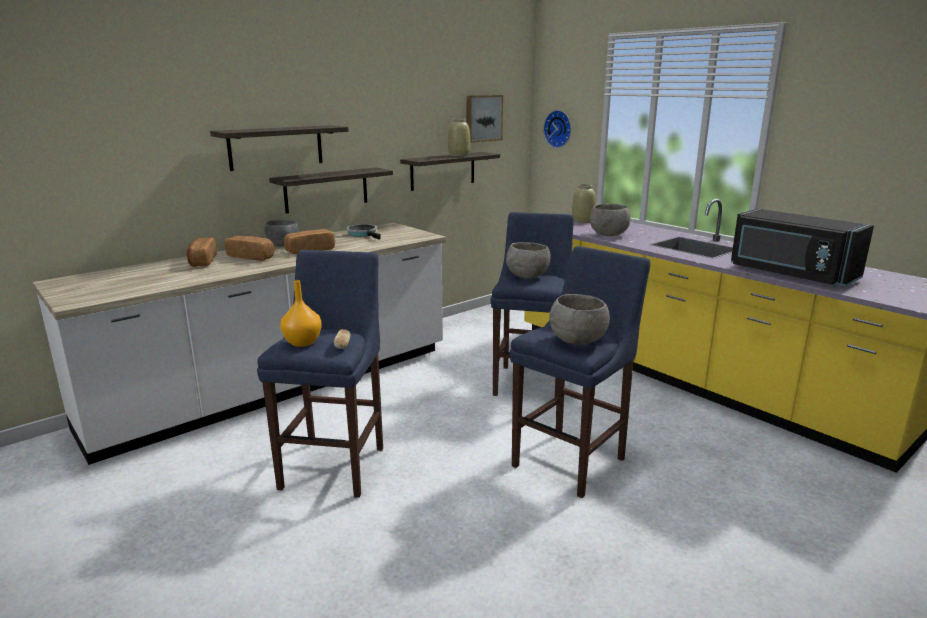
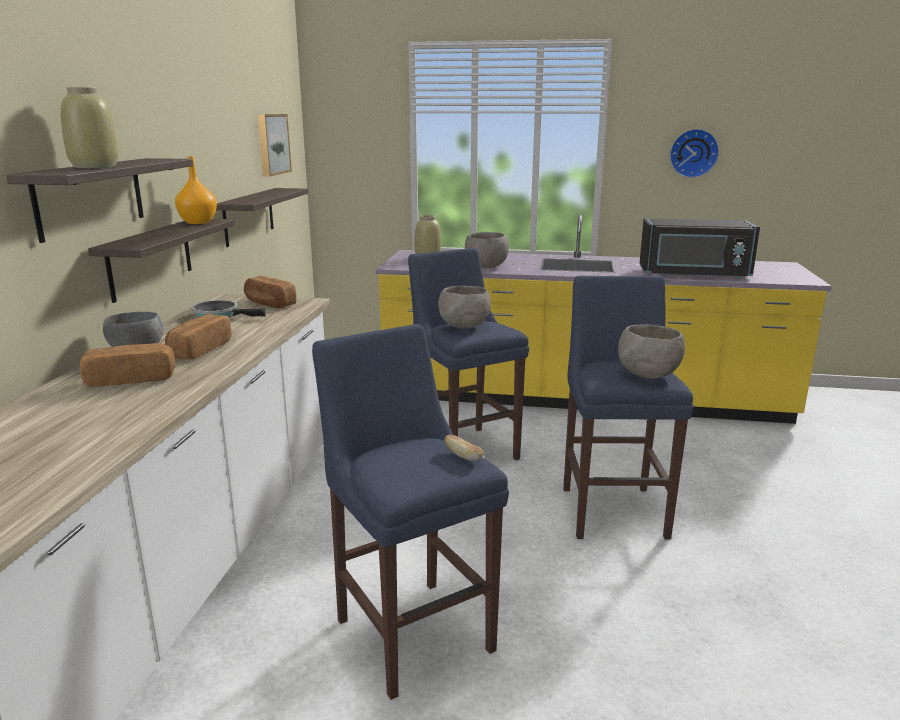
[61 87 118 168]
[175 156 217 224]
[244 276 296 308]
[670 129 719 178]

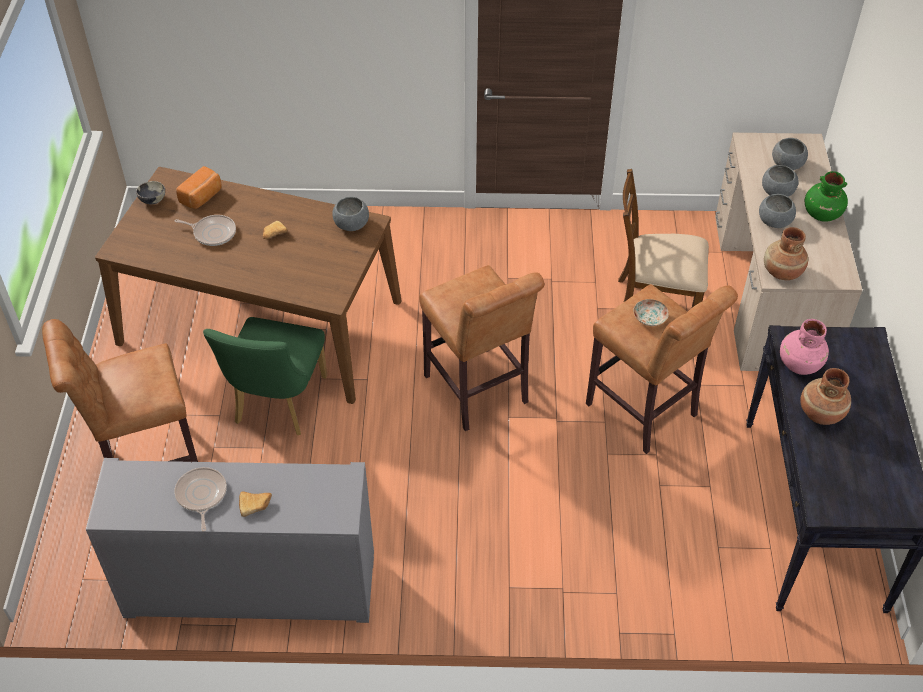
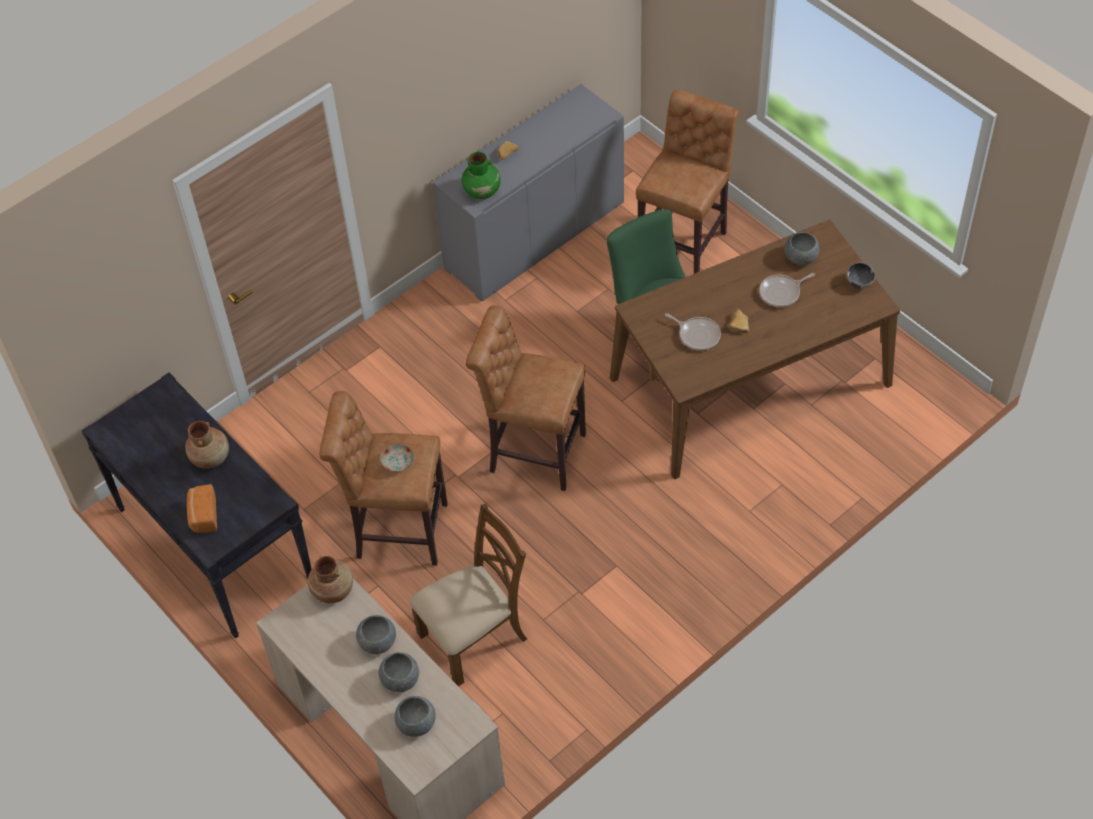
[187 484 217 533]
[462 152 501 199]
[665 313 721 351]
[785 232 820 265]
[780 319 829 375] (first image)

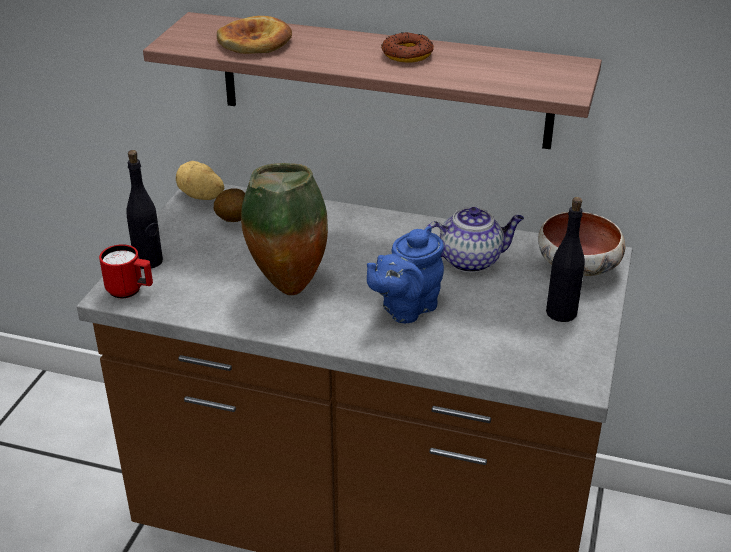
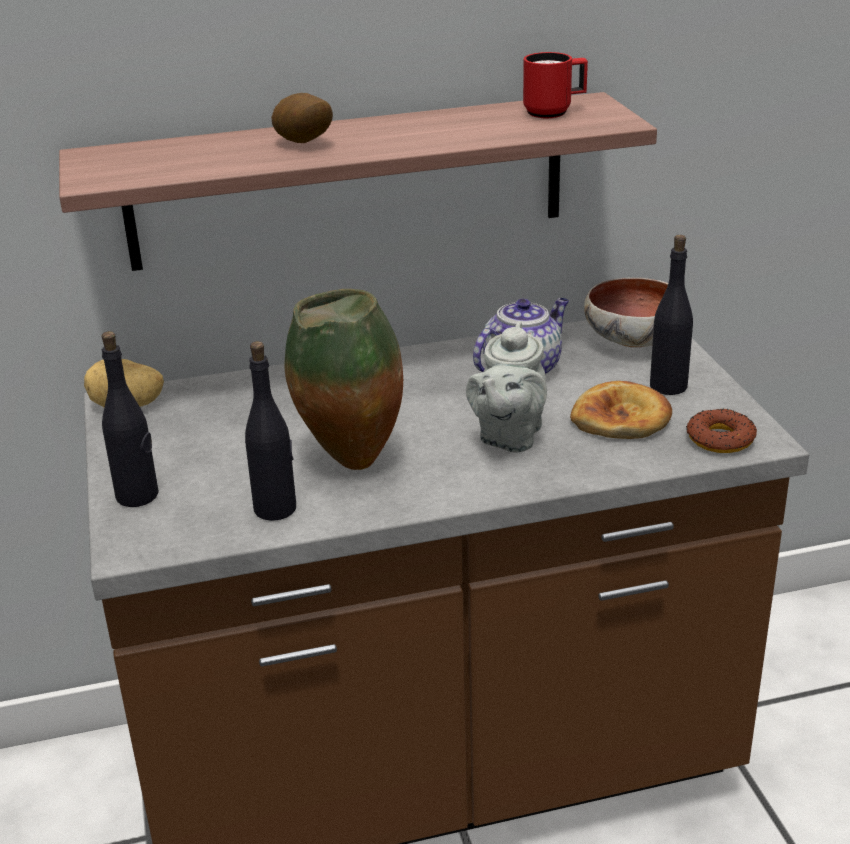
[245 341 296 521]
[271 93 333 143]
[466 321 547 453]
[523 52 588 118]
[570 381 672 439]
[686 409 757 453]

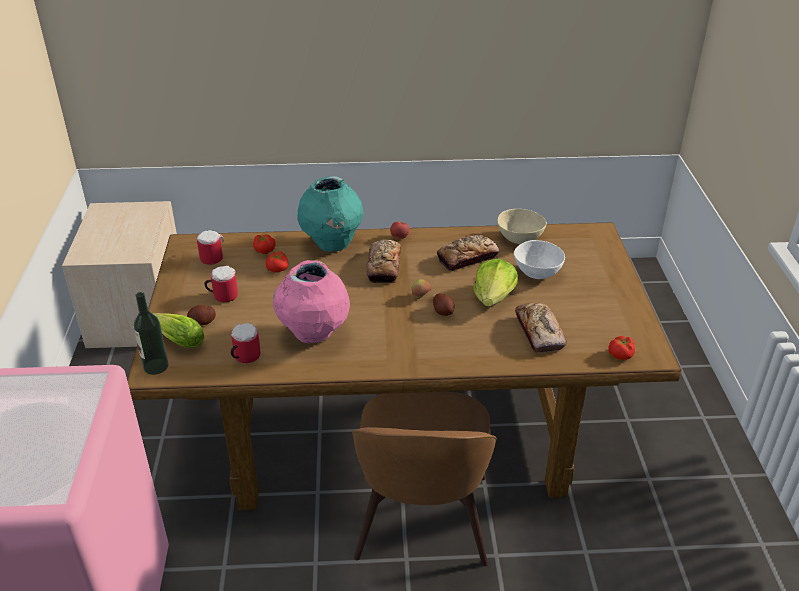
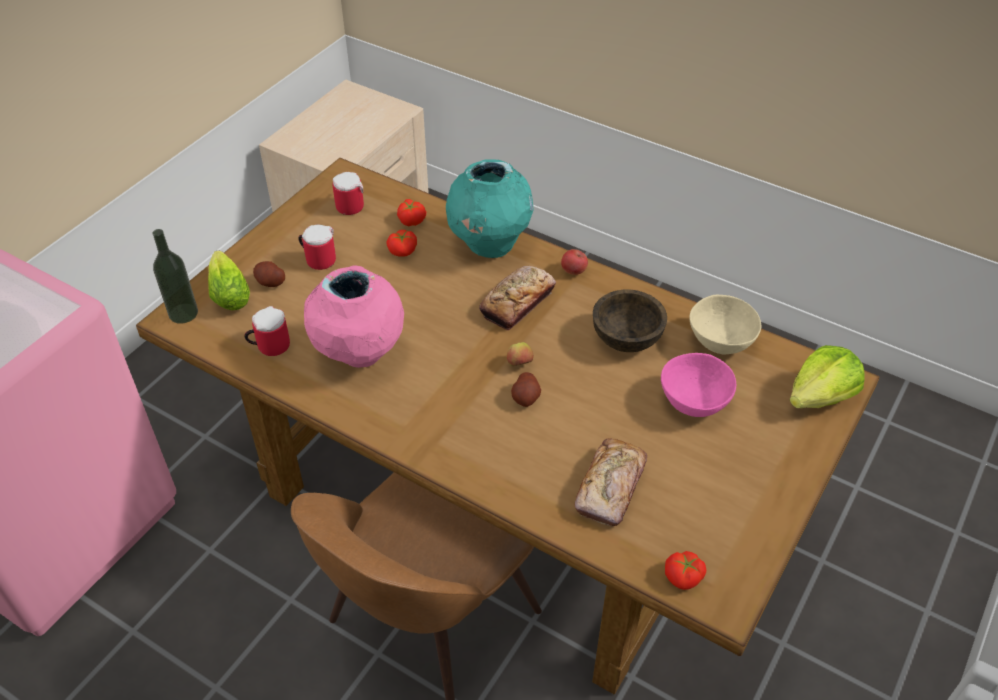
[593 290 667 352]
[661 353 736 417]
[789 345 865 408]

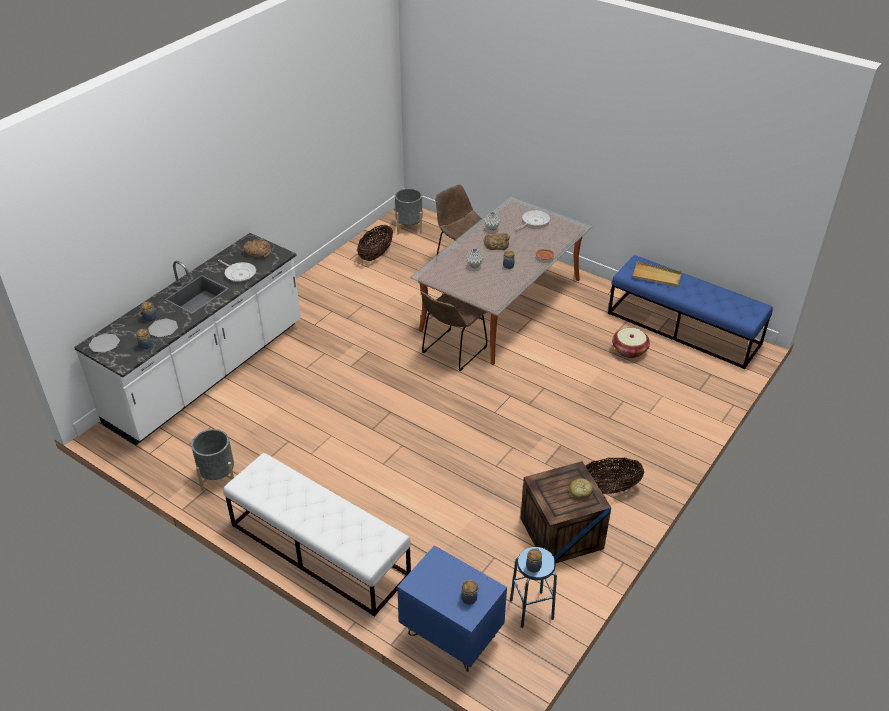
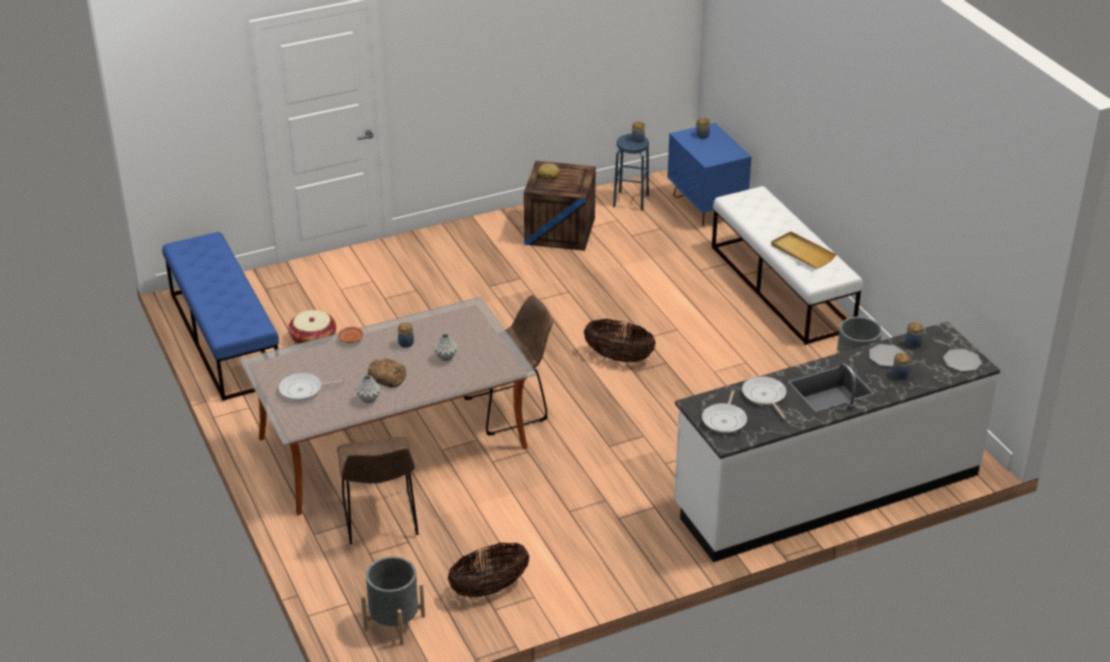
[584 319 656 362]
[702 389 747 433]
[771 231 836 268]

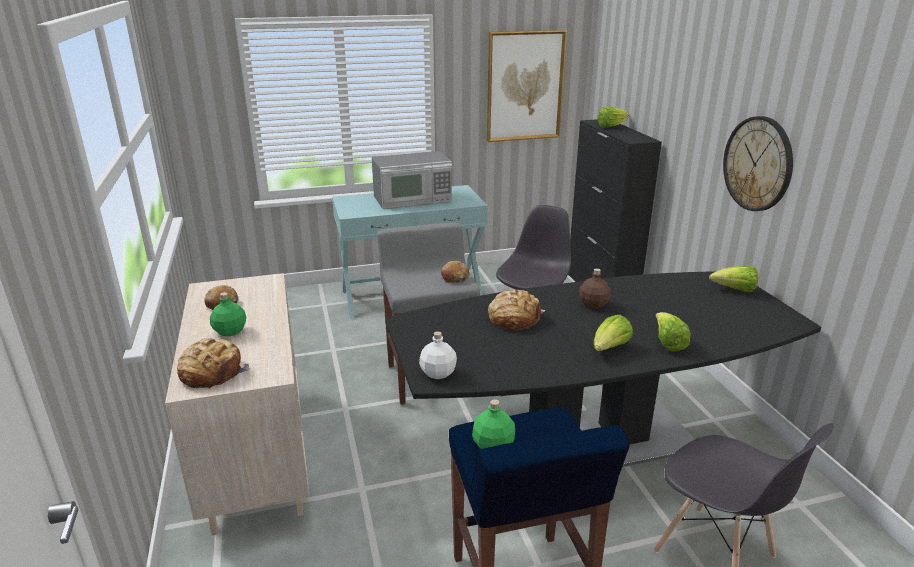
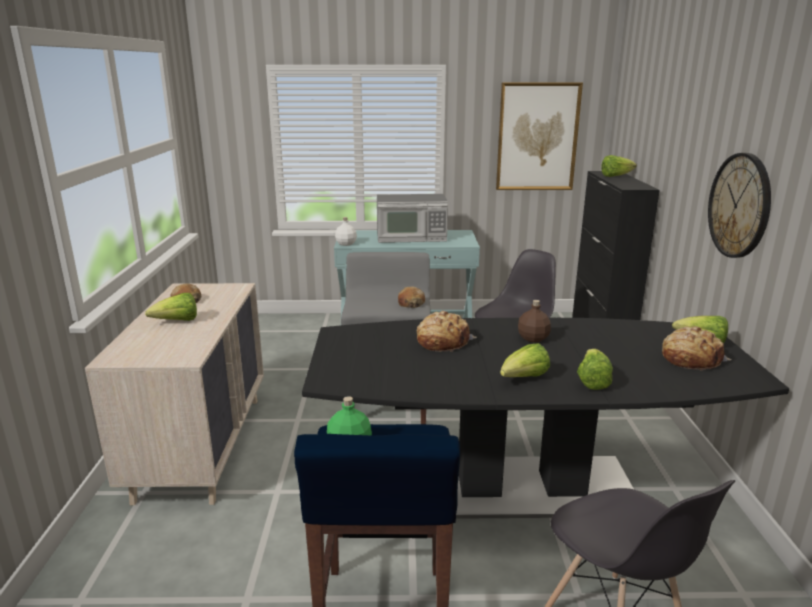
[145 293 197 321]
[335 217 357 246]
[662 326 732 371]

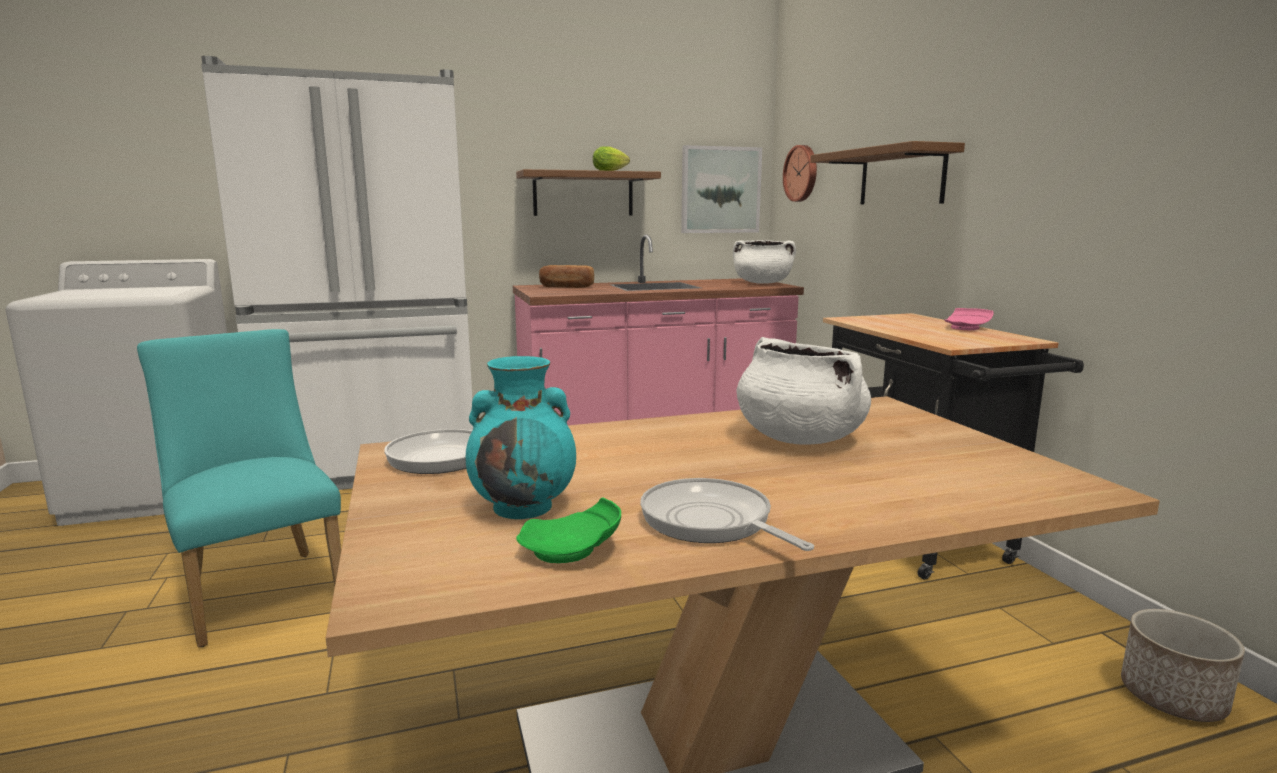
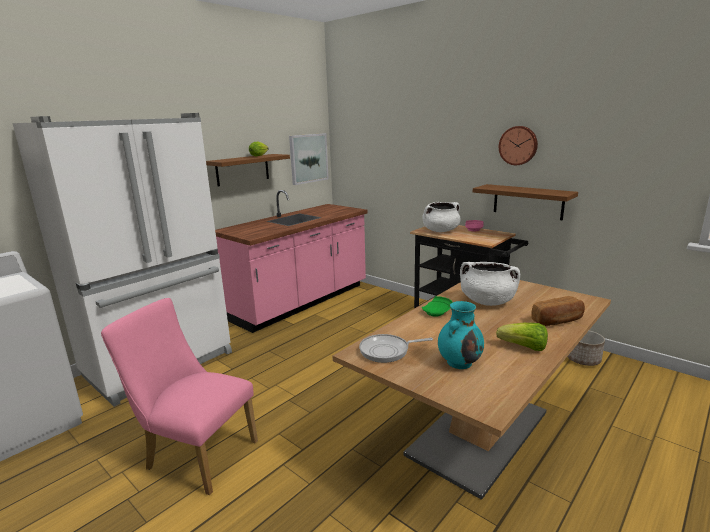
[101 298 258 495]
[422 202 460 232]
[422 296 453 317]
[473 184 578 220]
[496 323 548 351]
[499 126 538 165]
[531 296 585 326]

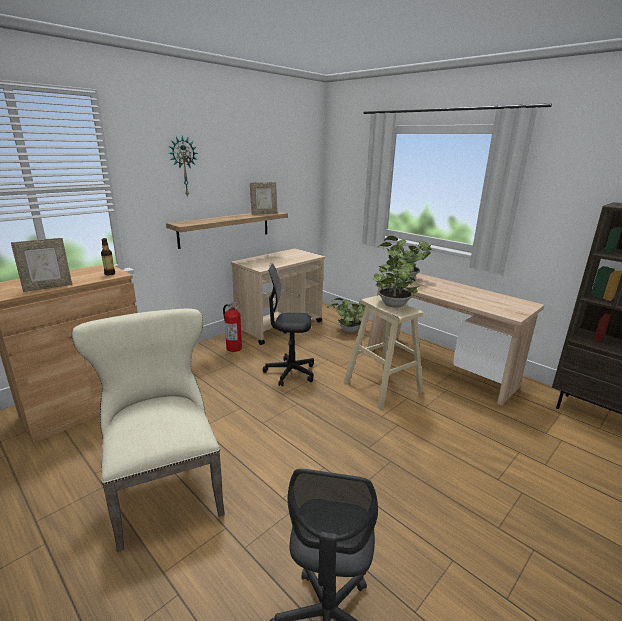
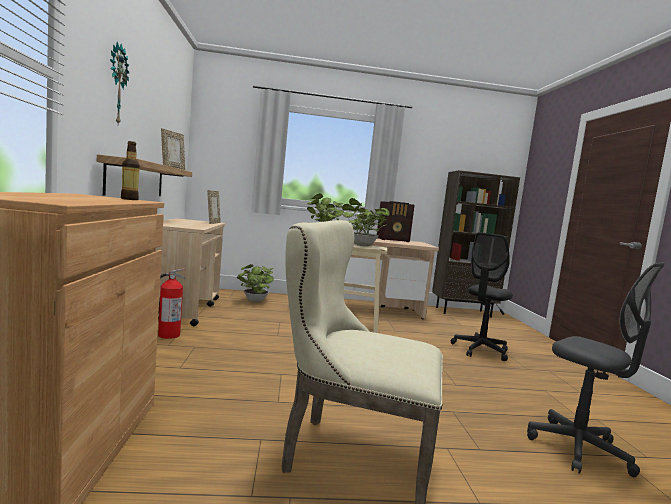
[207 190 221 224]
[377 201 415 242]
[451 232 513 361]

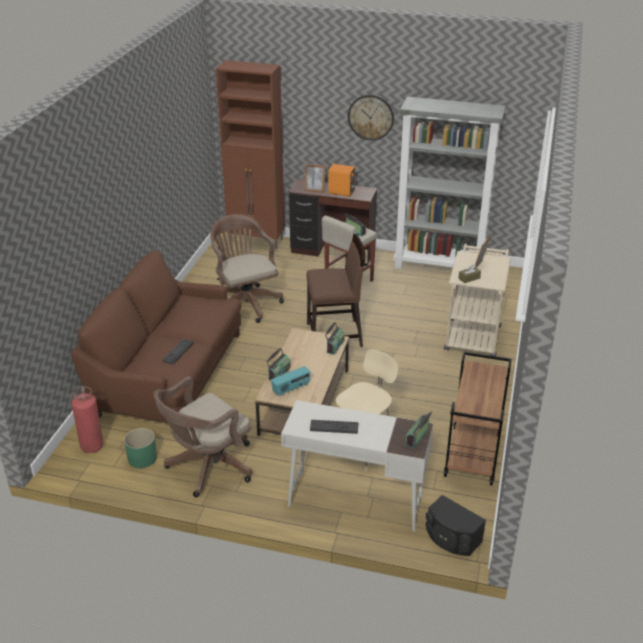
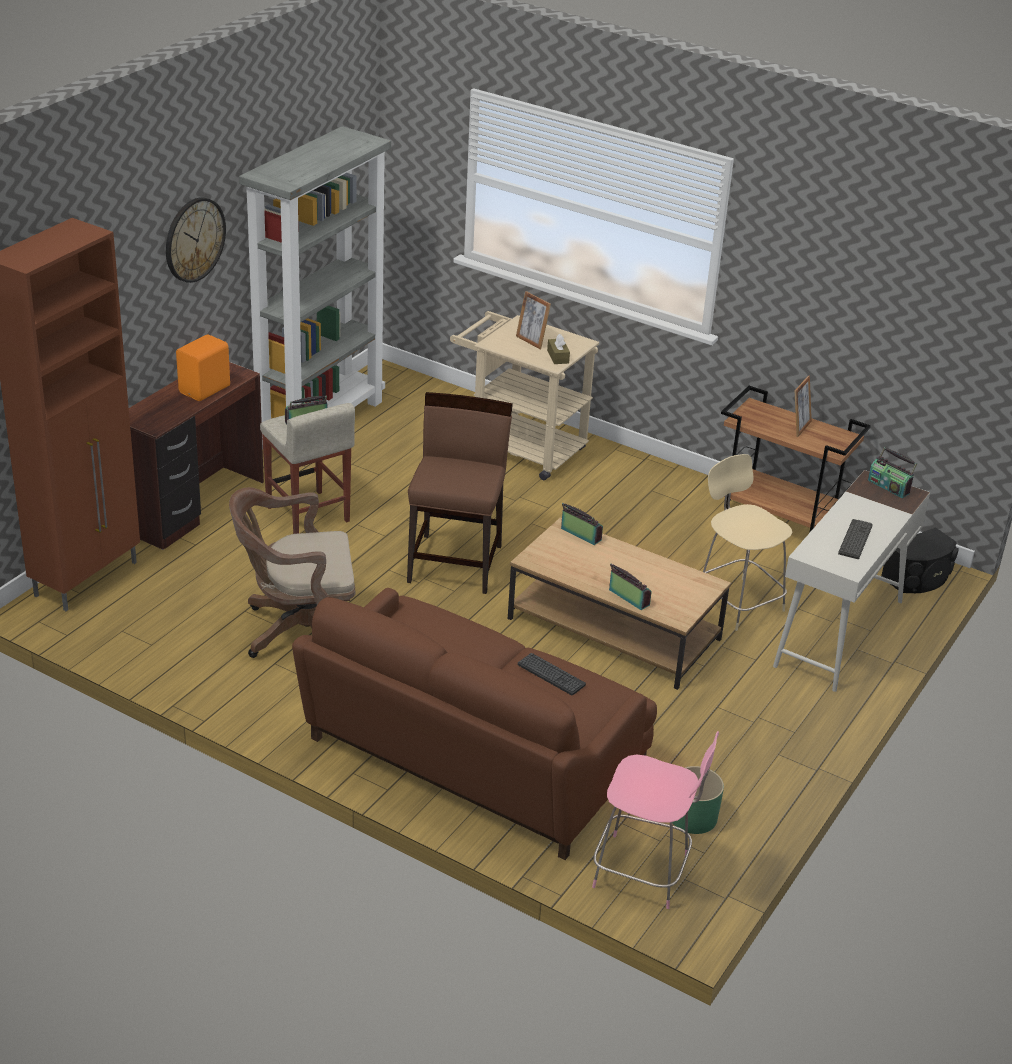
[592 731 719 909]
[795 375 812 437]
[154 376 252 497] (first image)
[271 366 310 397] (first image)

